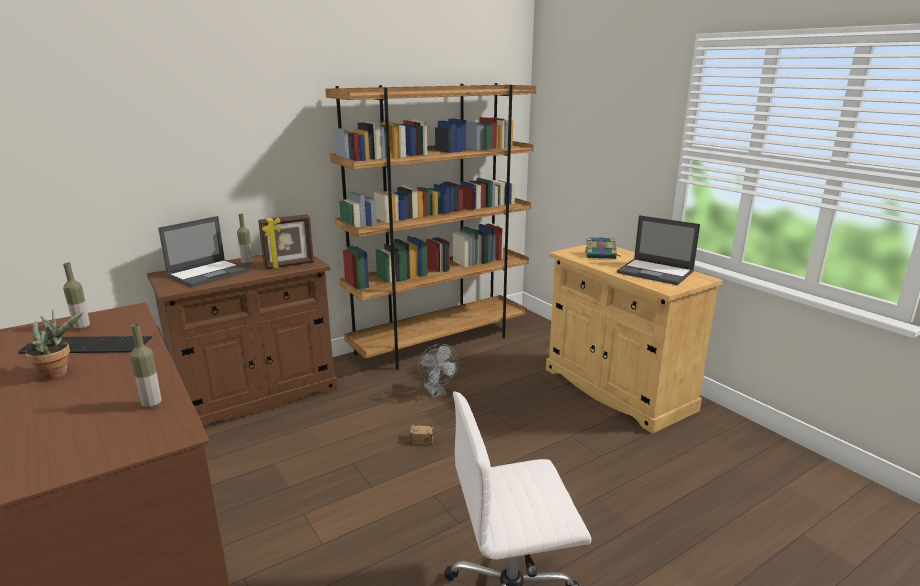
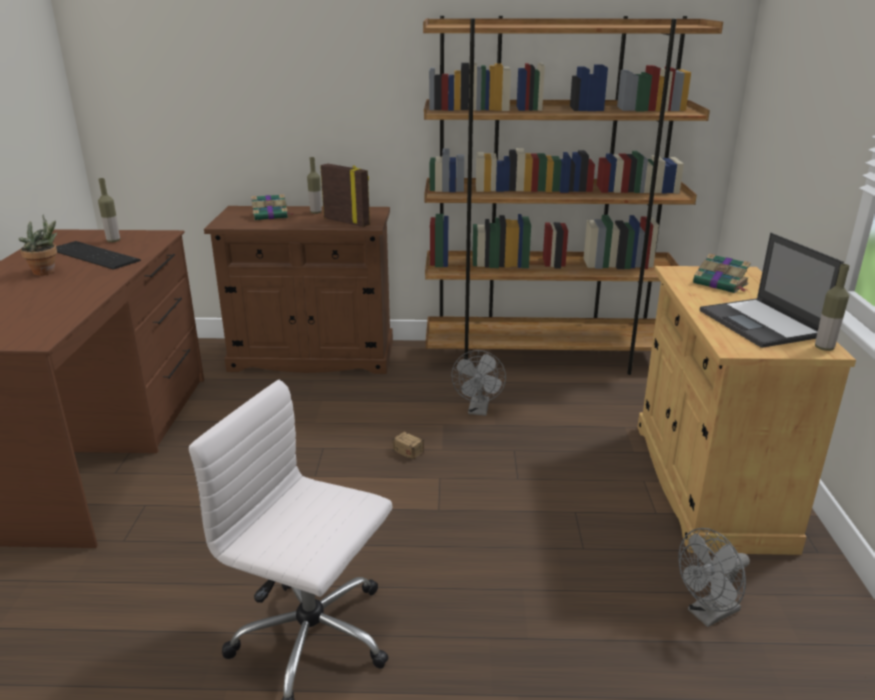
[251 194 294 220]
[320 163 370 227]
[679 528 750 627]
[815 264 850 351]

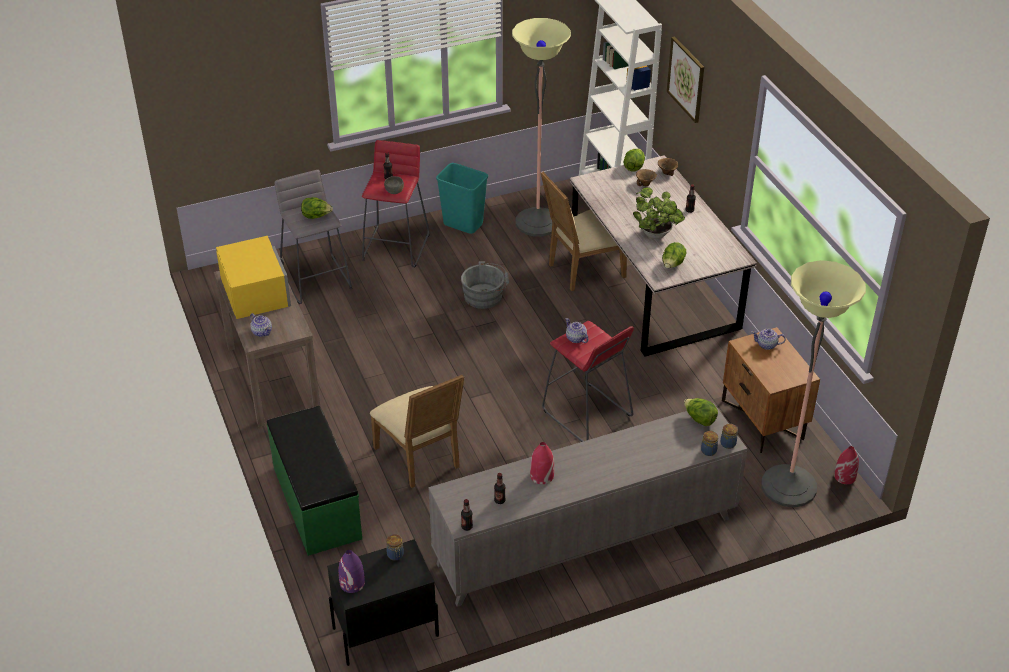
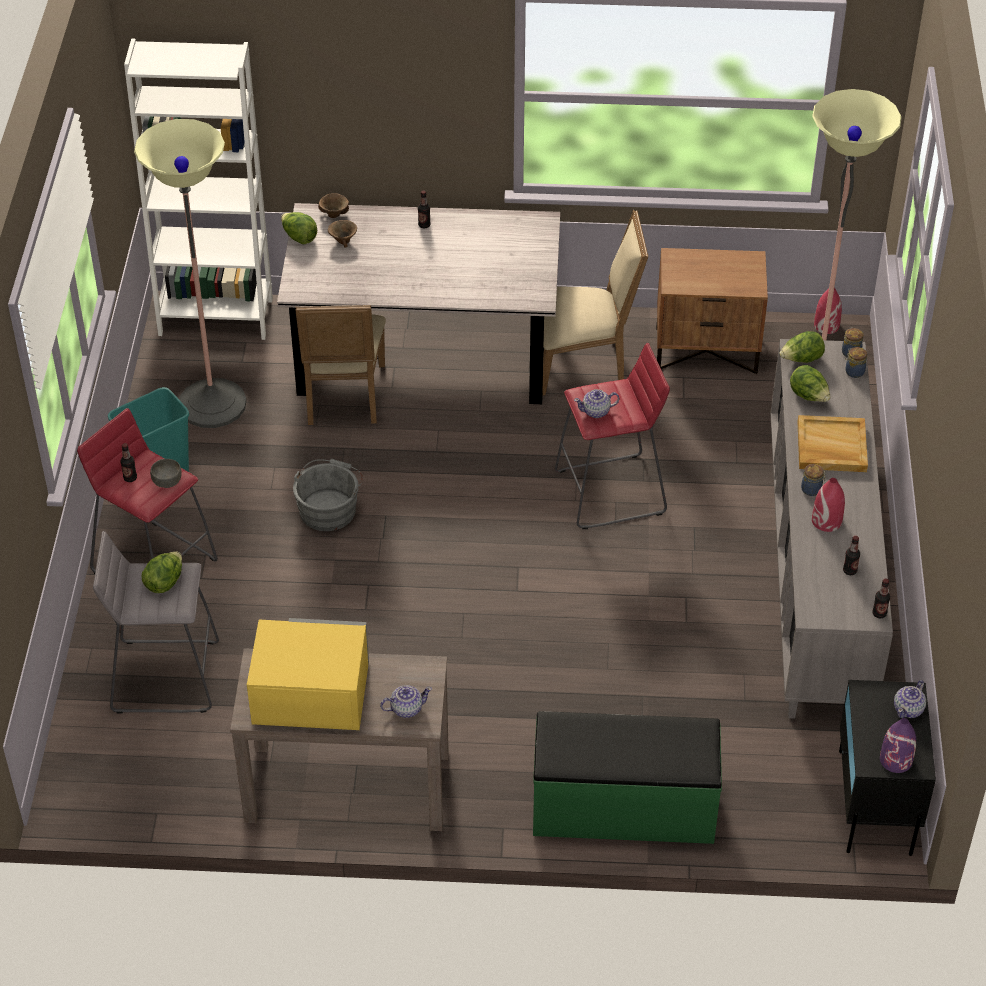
[542 210 648 395]
[790 365 831 402]
[798 415 868 472]
[801 464 826 496]
[894 680 926 718]
[633 187 685 239] (first image)
[667 37 704 123] (first image)

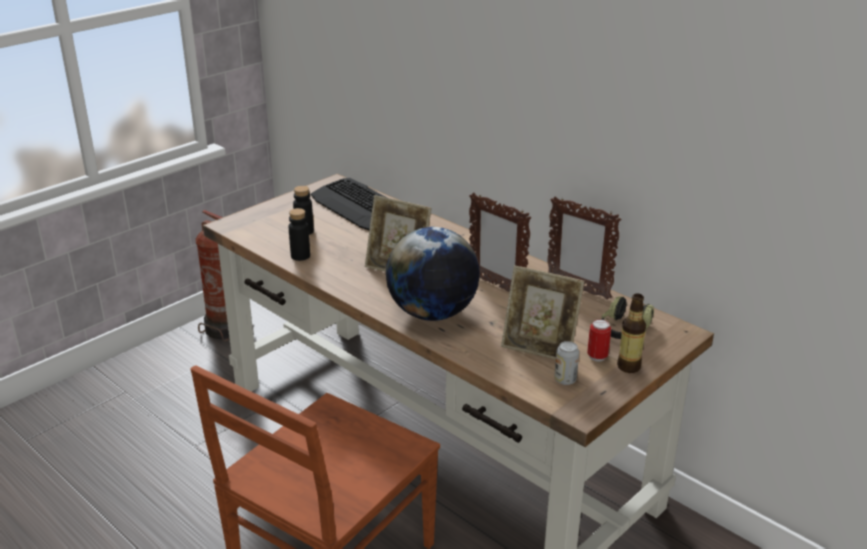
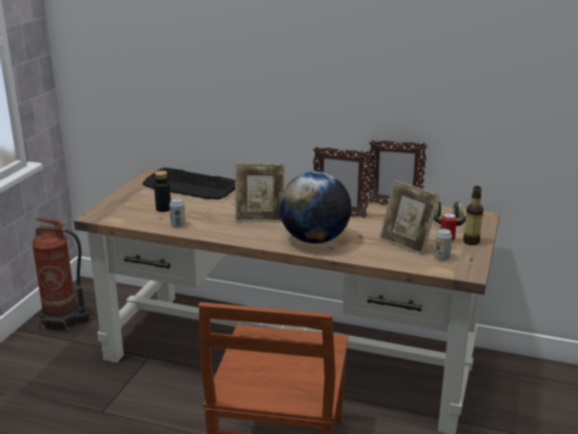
[169 198 186 227]
[379 180 440 255]

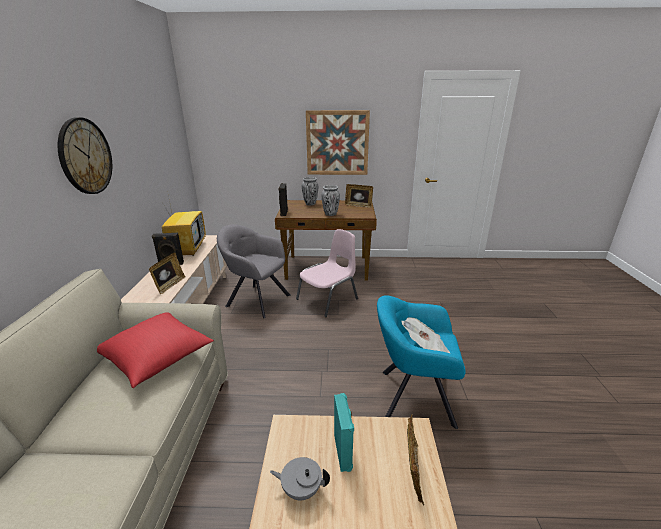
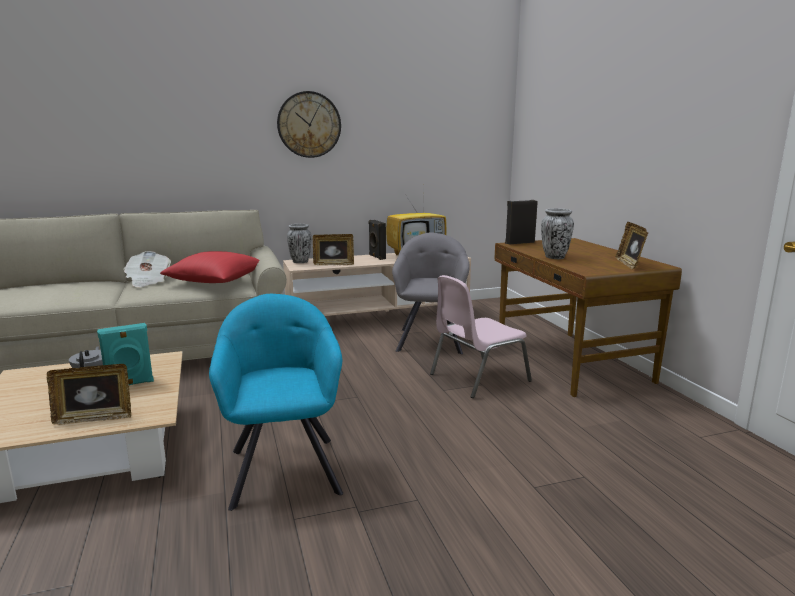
[123 251 171 287]
[287 224 312 263]
[430 275 532 398]
[306 110 370 175] (first image)

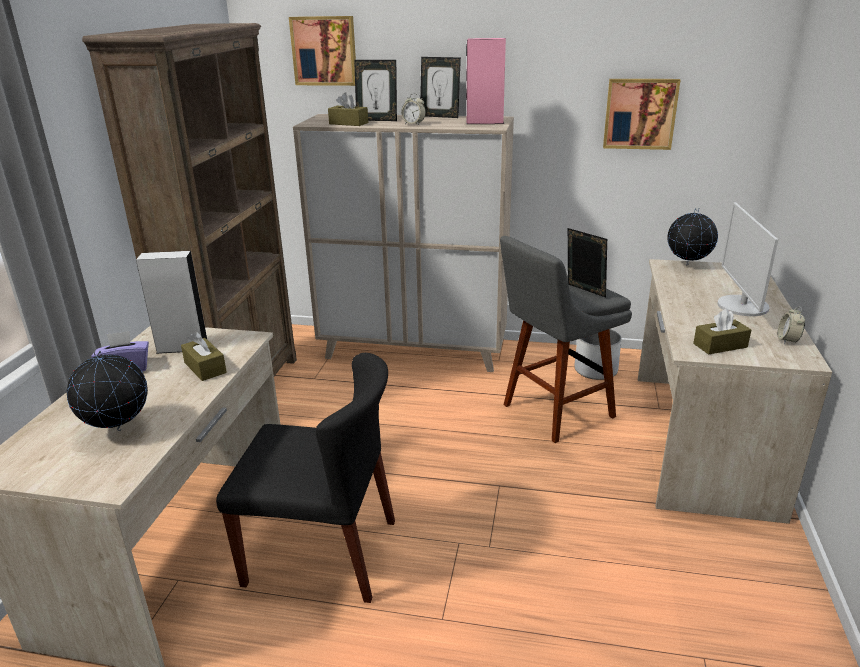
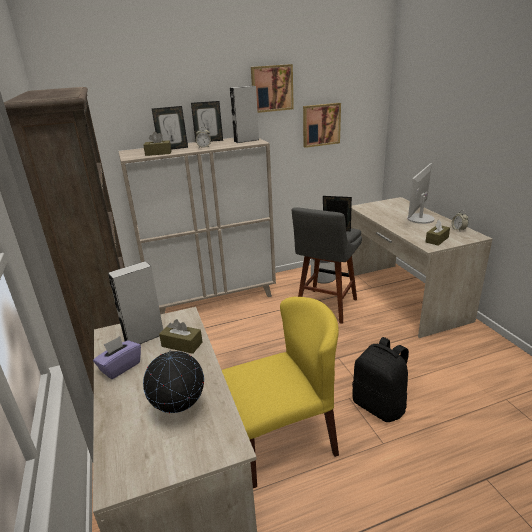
[222 297 339 488]
[230 86 259 143]
[251 64 294 113]
[352 337 409 422]
[407 163 434 224]
[667 208 718 265] (first image)

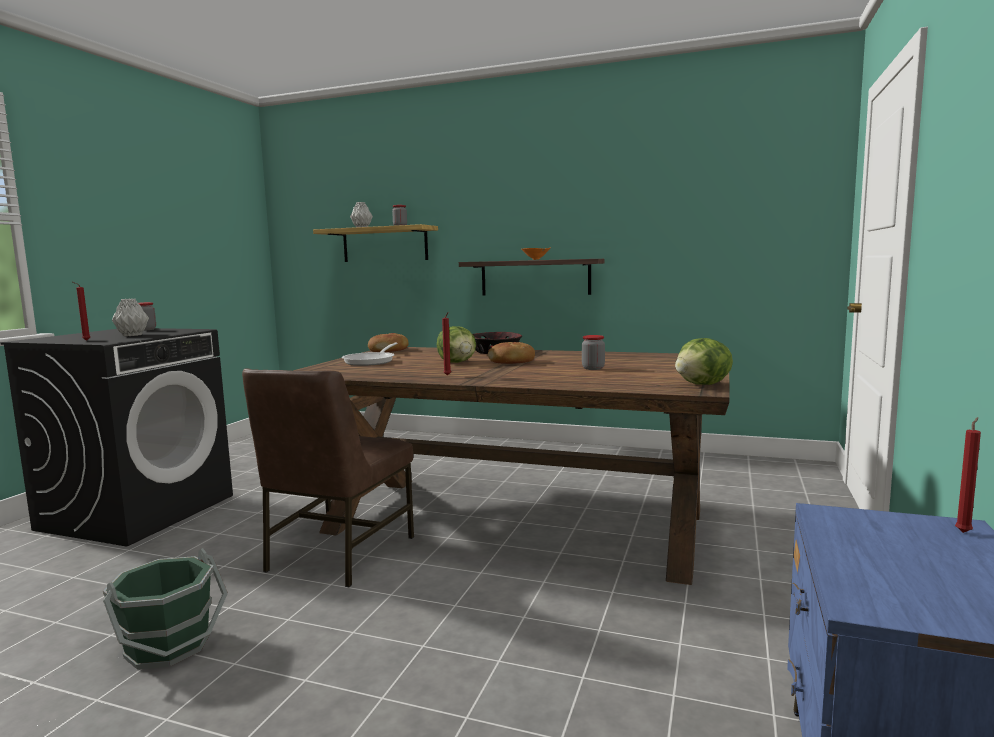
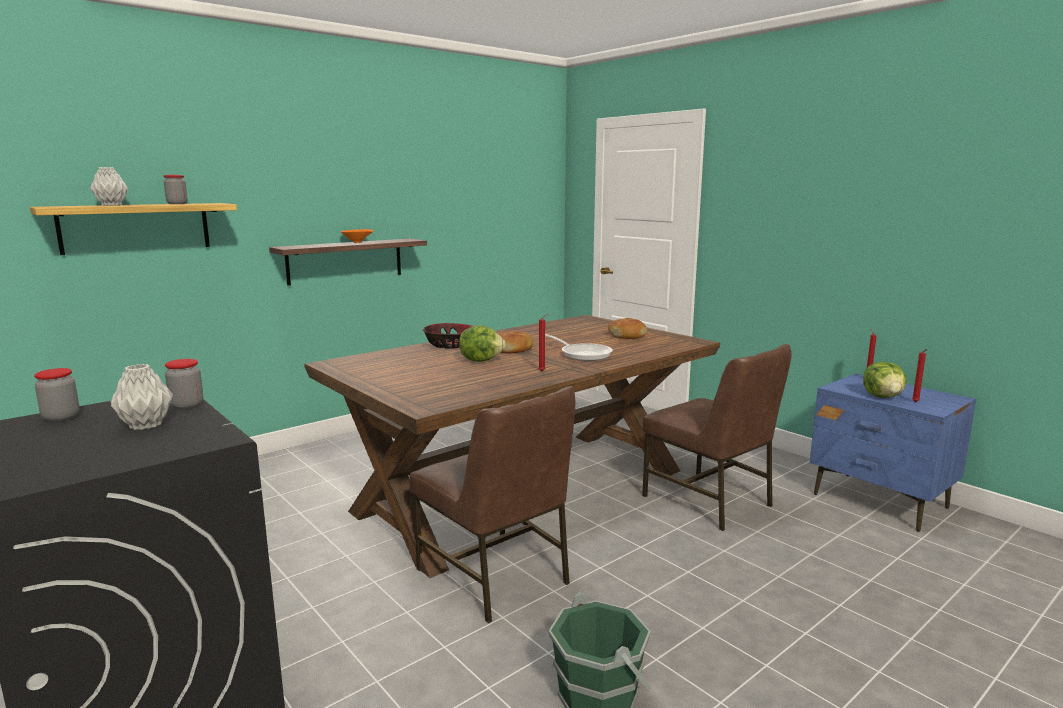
[165 359 203 409]
[545 334 613 361]
[608 318 647 339]
[642 344 792 531]
[863 362 907 398]
[912 349 927 402]

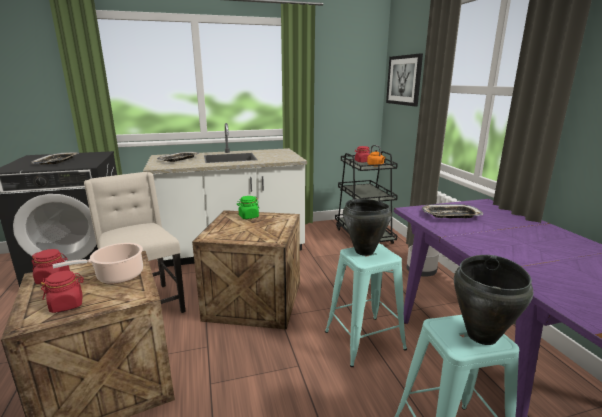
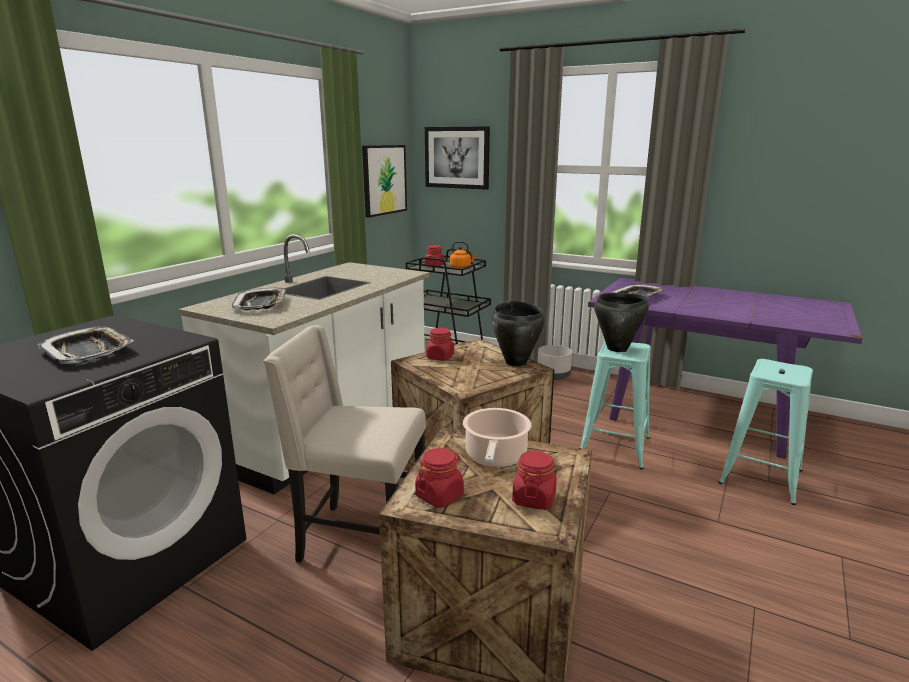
[362 145 407 217]
[426 328 454 360]
[491 301 545 366]

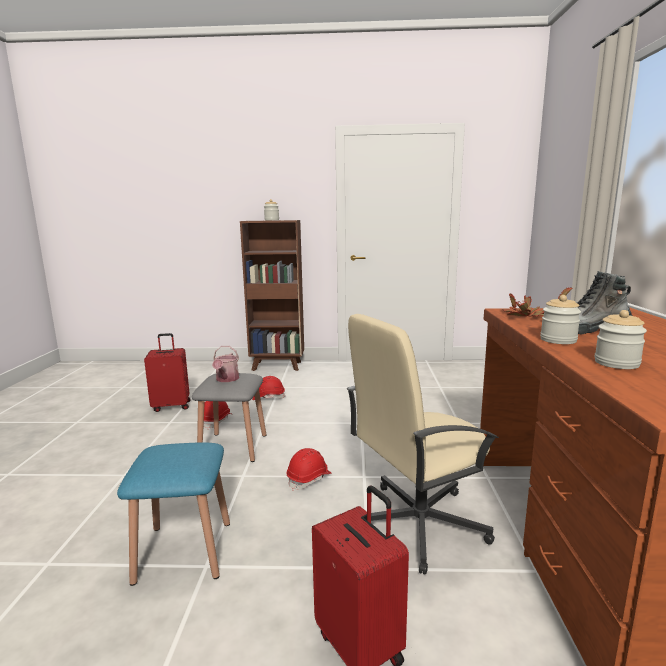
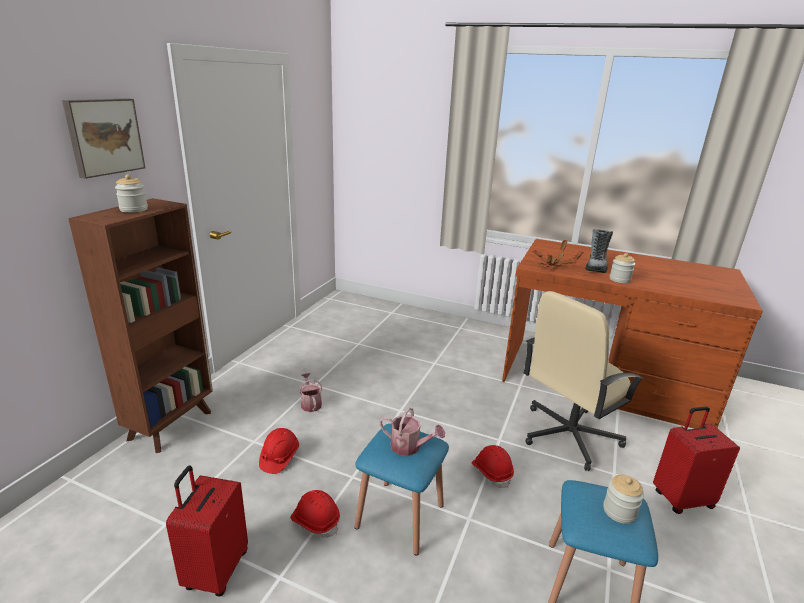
[62 98 145 179]
[299 373 322 412]
[354 423 449 556]
[524 291 644 471]
[603 475 644 524]

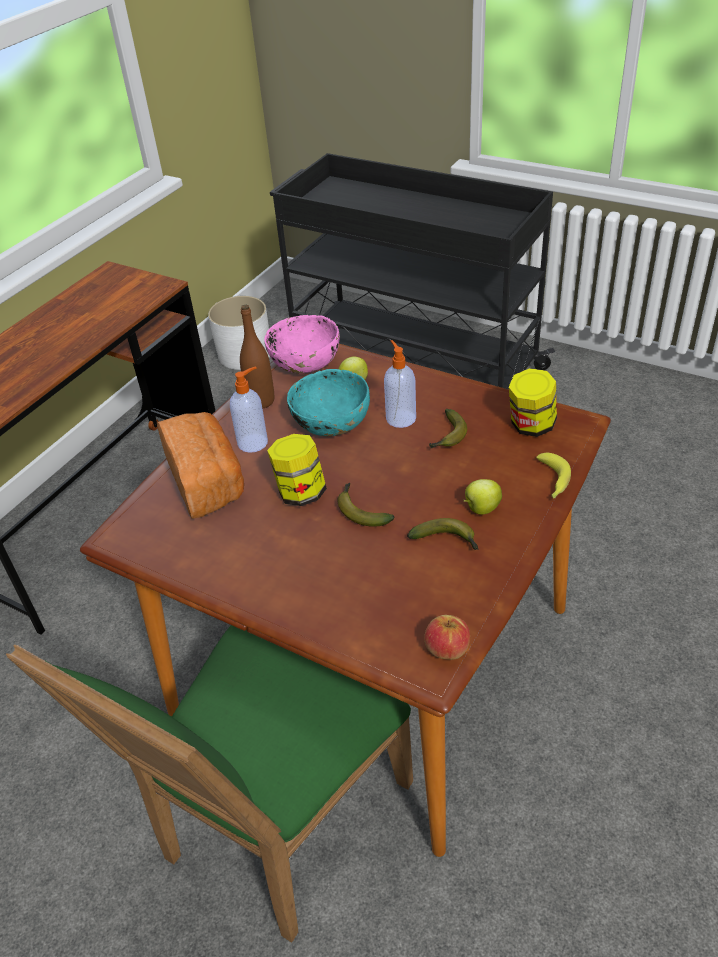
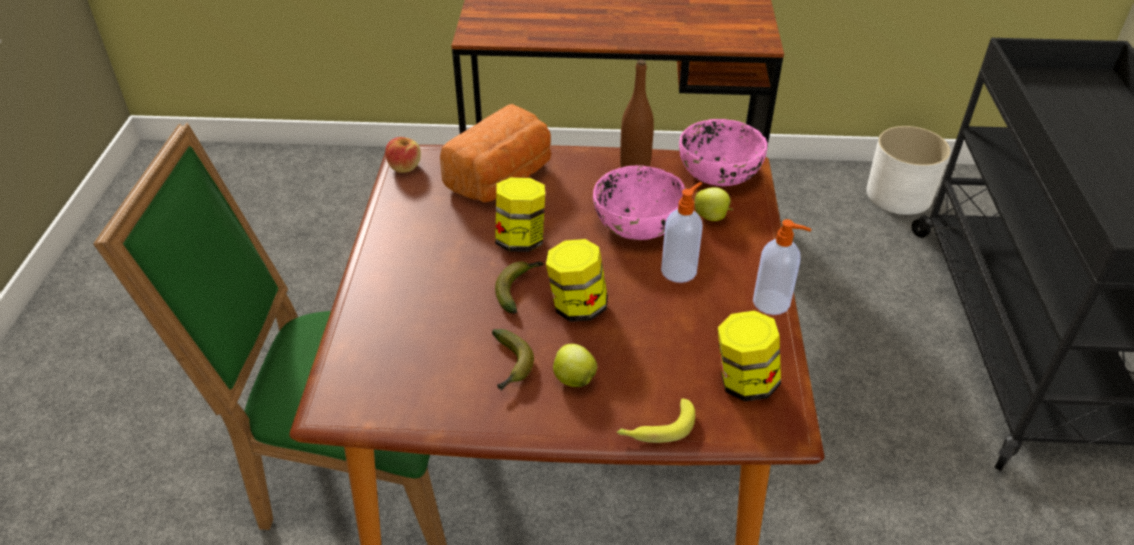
[385 137 421 173]
[546 239 608 322]
[593 165 686 240]
[753 219 812 315]
[429 409 467 448] (first image)

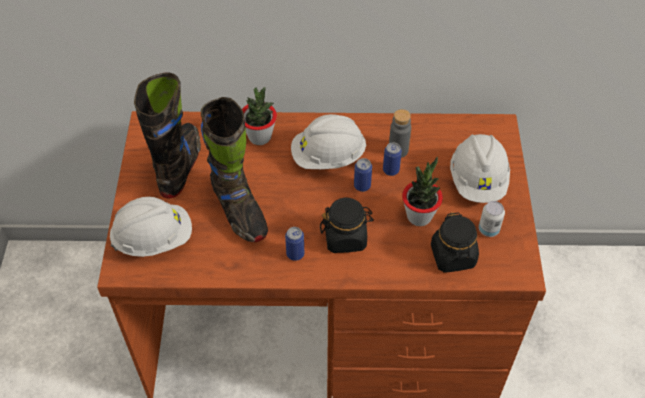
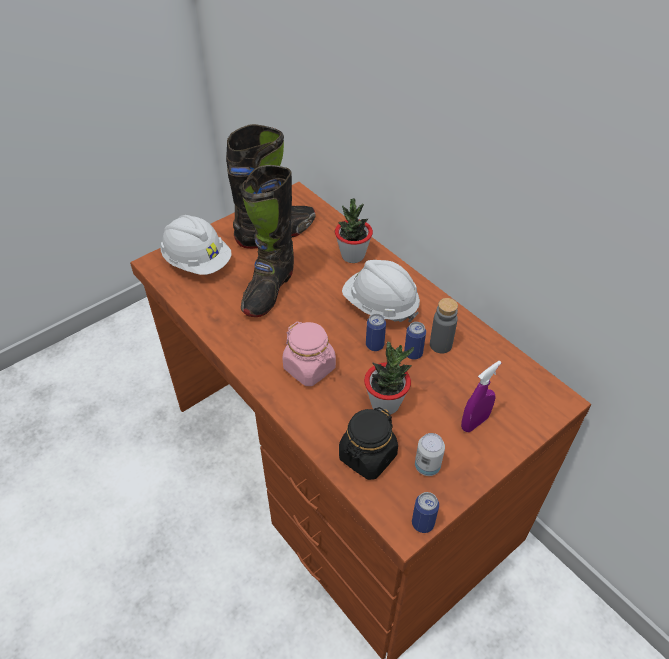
[282 321 336 386]
[412 492 439 533]
[461 361 501 432]

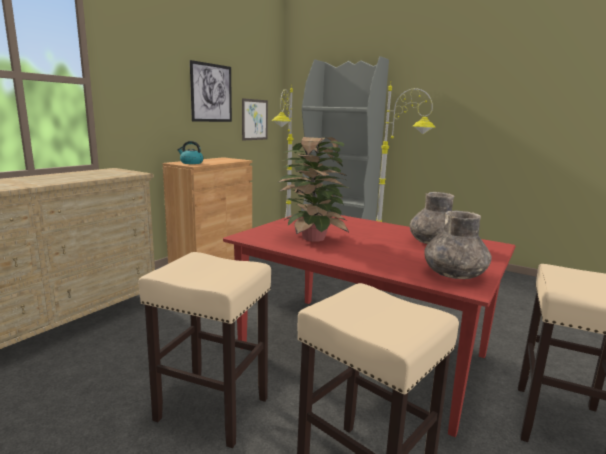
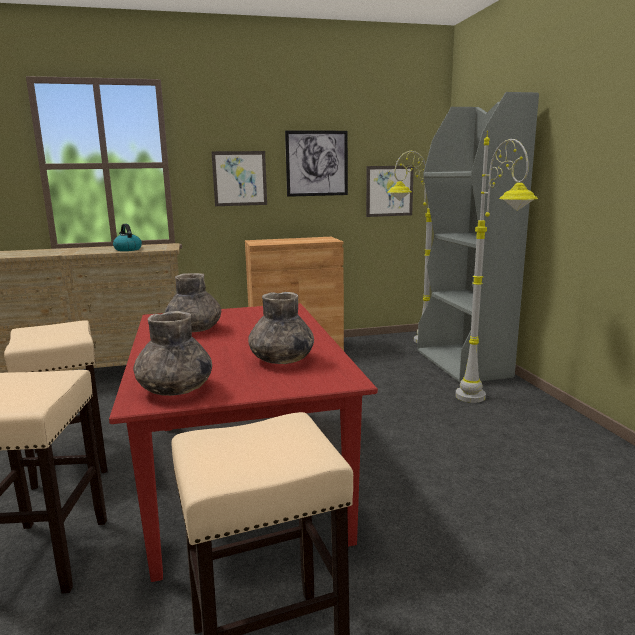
[113 224 142 251]
[165 273 221 332]
[211 151 267 206]

